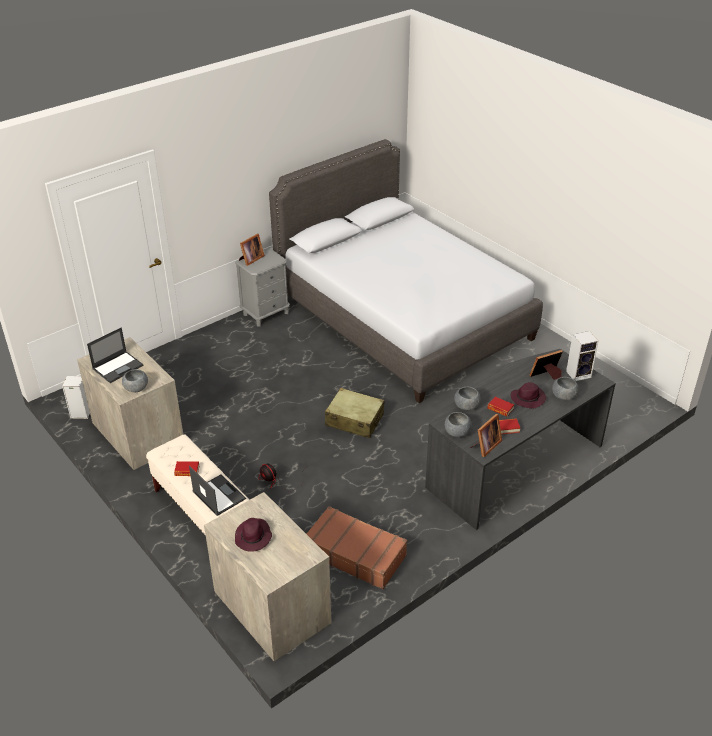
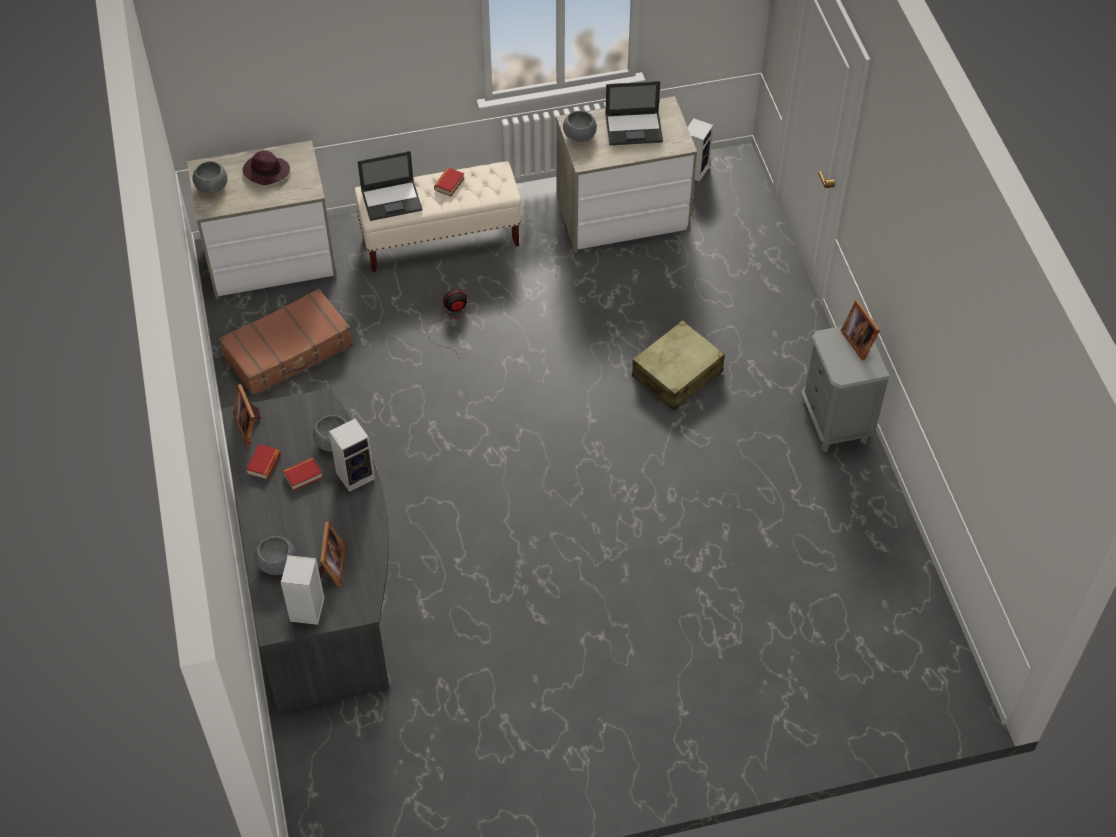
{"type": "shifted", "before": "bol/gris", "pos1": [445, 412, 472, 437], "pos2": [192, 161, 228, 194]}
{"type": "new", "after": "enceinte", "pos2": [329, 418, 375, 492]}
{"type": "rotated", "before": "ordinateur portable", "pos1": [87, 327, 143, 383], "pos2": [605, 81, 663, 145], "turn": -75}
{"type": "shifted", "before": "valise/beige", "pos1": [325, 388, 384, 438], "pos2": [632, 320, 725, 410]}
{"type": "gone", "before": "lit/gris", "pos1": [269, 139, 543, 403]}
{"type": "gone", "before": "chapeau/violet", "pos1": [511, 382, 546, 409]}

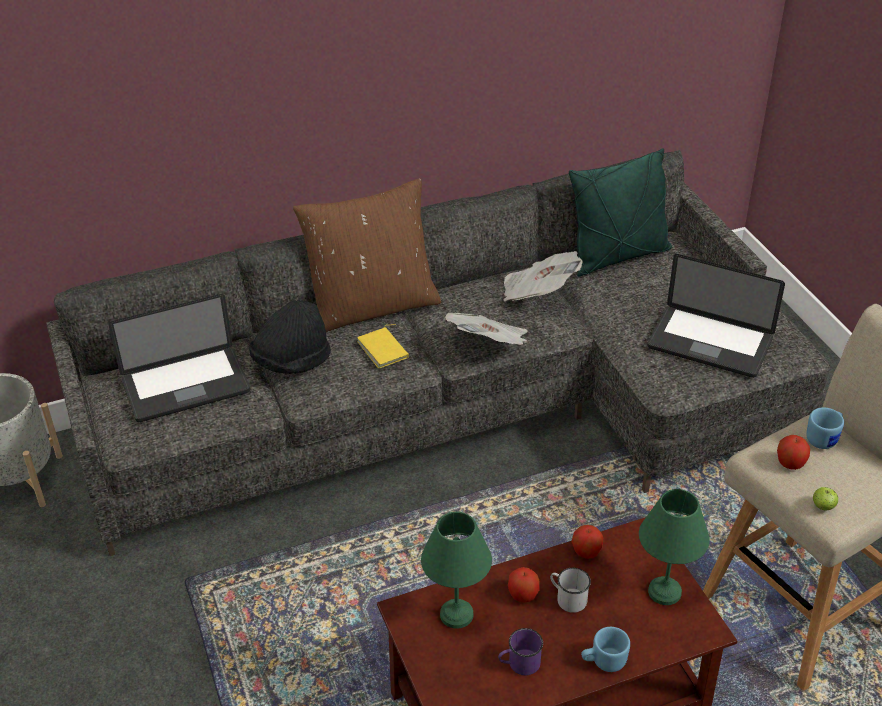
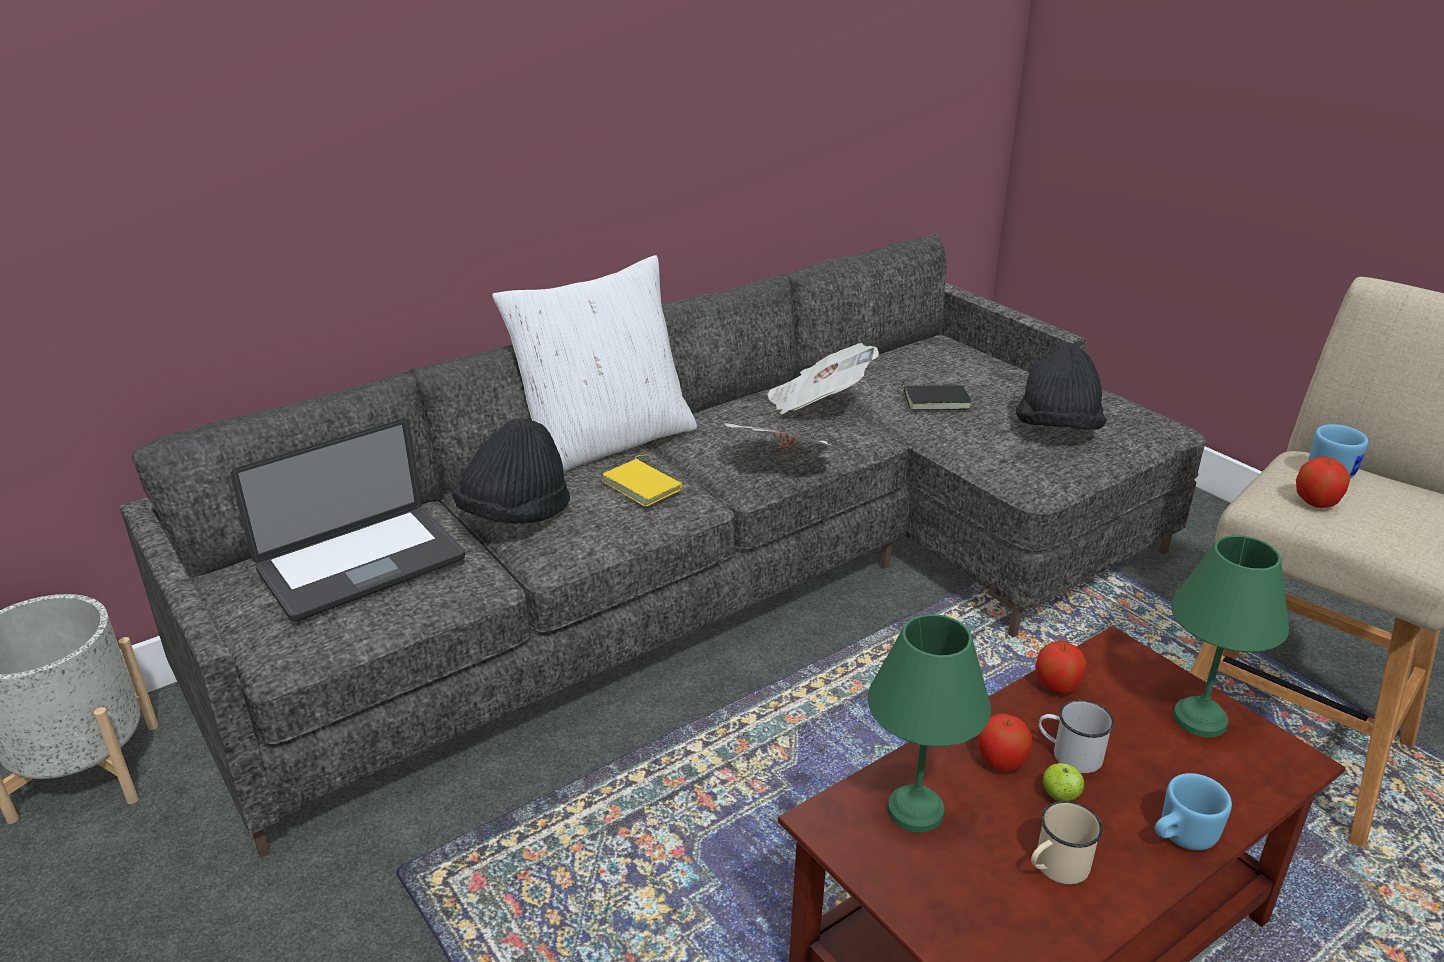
{"type": "repainted", "before": "coussin/marron", "after": "coussin/blanc", "pos1": [293, 178, 441, 332], "pos2": [492, 255, 697, 472]}
{"type": "new", "after": "livre/noir", "pos2": [902, 381, 972, 410]}
{"type": "swapped", "before": "ordinateur portable", "after": "chapeau/noir", "pos1": [647, 254, 785, 378], "pos2": [1016, 342, 1106, 430]}
{"type": "repainted", "before": "mug/violet", "after": "mug/beige", "pos1": [498, 628, 543, 675], "pos2": [1031, 801, 1103, 884]}
{"type": "shifted", "before": "pomme", "pos1": [813, 487, 838, 510], "pos2": [1043, 763, 1084, 801]}
{"type": "gone", "before": "coussin/vert", "pos1": [569, 149, 672, 276]}

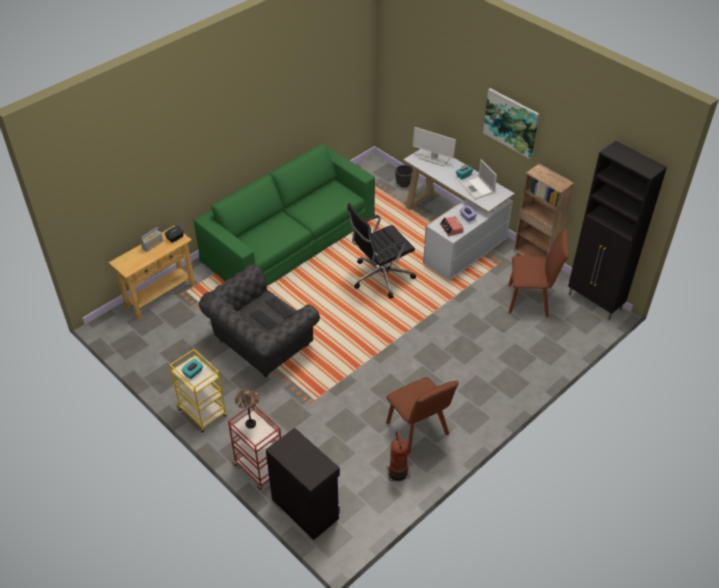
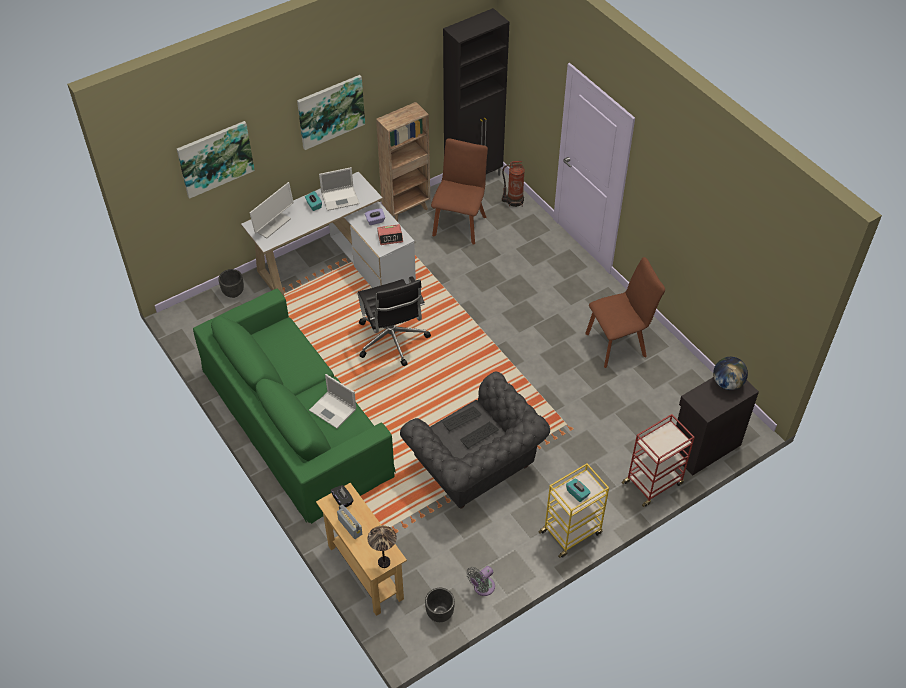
{"type": "new", "after": "tableau", "pos2": [177, 121, 255, 199]}
{"type": "new", "after": "ordinateur portable", "pos2": [309, 374, 356, 429]}
{"type": "shifted", "before": "lampe de table", "pos1": [235, 389, 260, 429], "pos2": [367, 526, 397, 568]}
{"type": "new", "after": "cache-pot/noir", "pos2": [425, 588, 455, 622]}
{"type": "new", "after": "ventilateur/gris", "pos2": [466, 566, 495, 596]}
{"type": "shifted", "before": "extincteur", "pos1": [387, 431, 410, 481], "pos2": [502, 161, 525, 207]}
{"type": "new", "after": "globe", "pos2": [713, 357, 748, 390]}

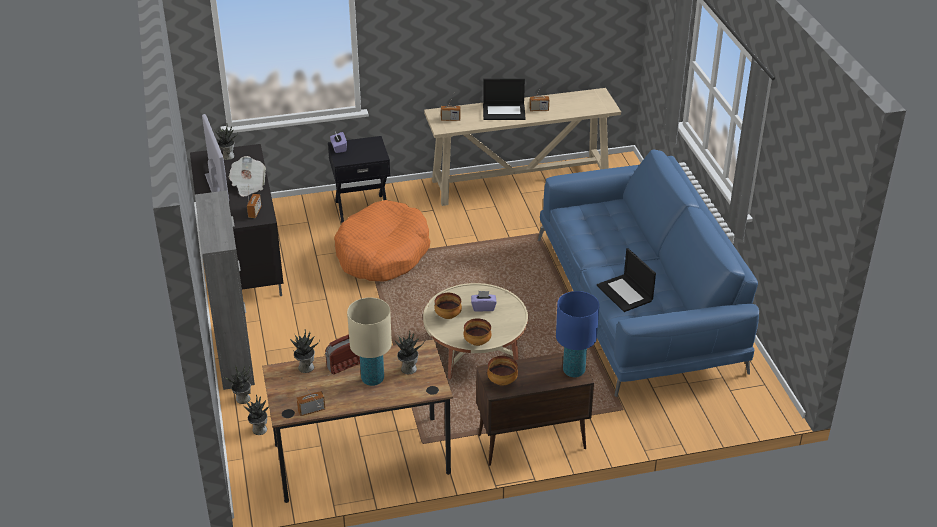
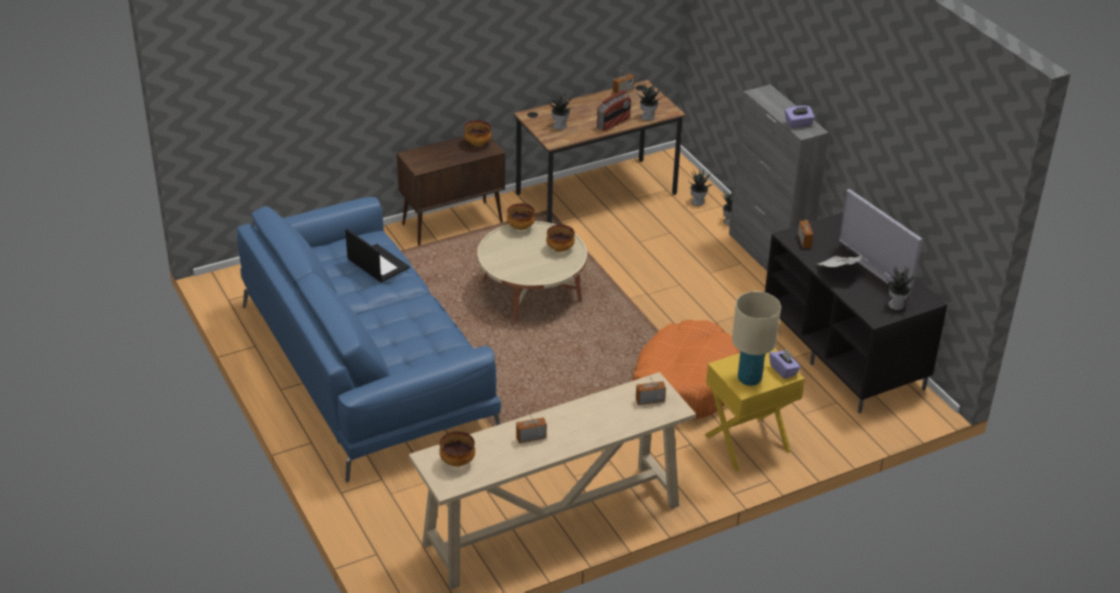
{"type": "new", "after": "bol", "pos2": [439, 431, 475, 467]}
{"type": "repainted", "before": "table de chevet/noir", "after": "table de chevet/jaune", "pos1": [328, 136, 390, 224], "pos2": [704, 348, 805, 472]}
{"type": "shifted", "before": "lampe de table/beige", "pos1": [347, 297, 392, 386], "pos2": [732, 291, 781, 386]}
{"type": "shifted", "before": "boîte à mouchoirs/violet", "pos1": [471, 291, 497, 312], "pos2": [785, 106, 815, 128]}
{"type": "gone", "before": "ordinateur portable", "pos1": [483, 78, 526, 120]}
{"type": "gone", "before": "lampe de table/bleu", "pos1": [556, 291, 600, 377]}

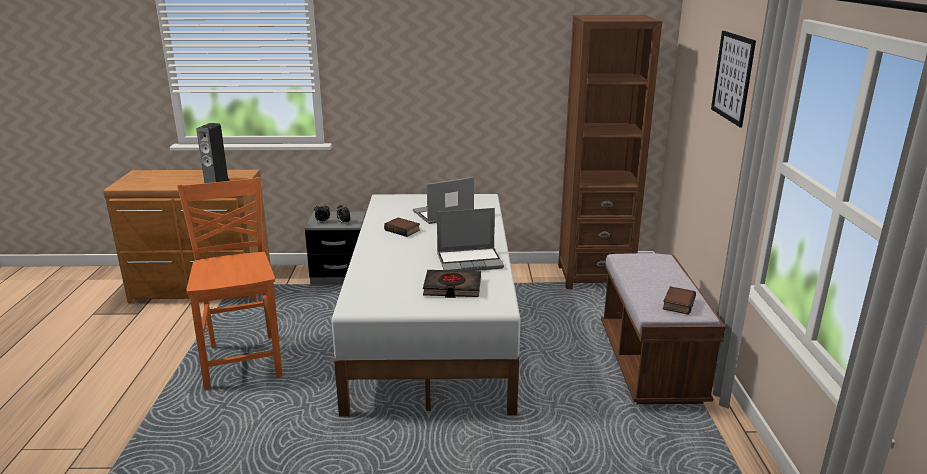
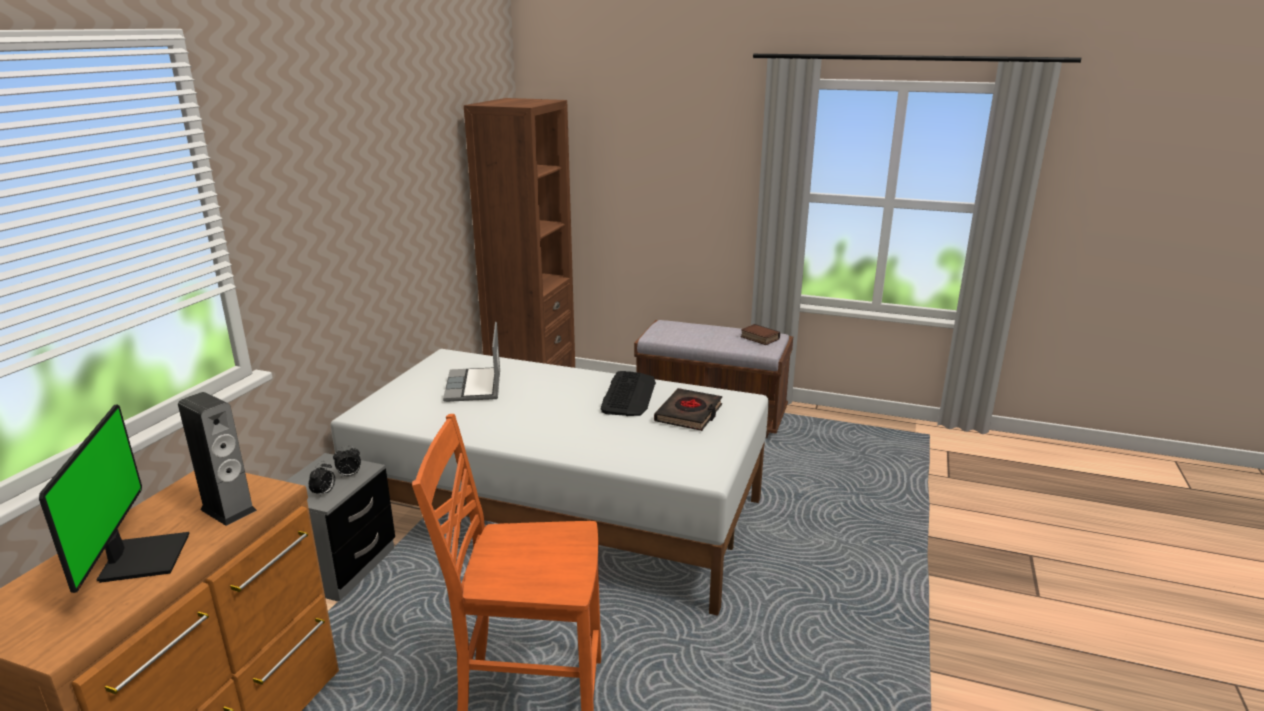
{"type": "new", "after": "écran d'ordinateur", "pos2": [39, 404, 189, 593]}
{"type": "swapped", "before": "ordinateur portable", "after": "clavier", "pos1": [437, 208, 504, 271], "pos2": [601, 371, 656, 416]}
{"type": "gone", "before": "livre", "pos1": [384, 217, 420, 237]}
{"type": "gone", "before": "tableau", "pos1": [711, 31, 756, 127]}

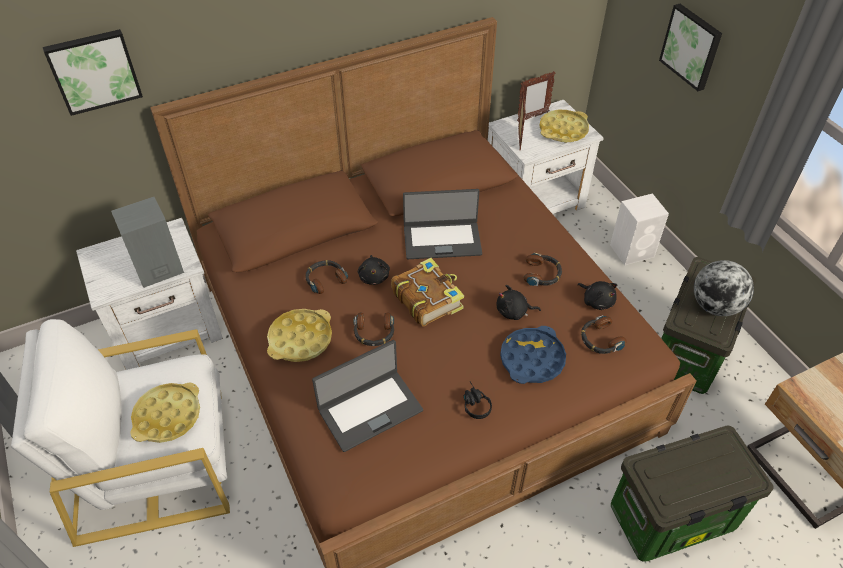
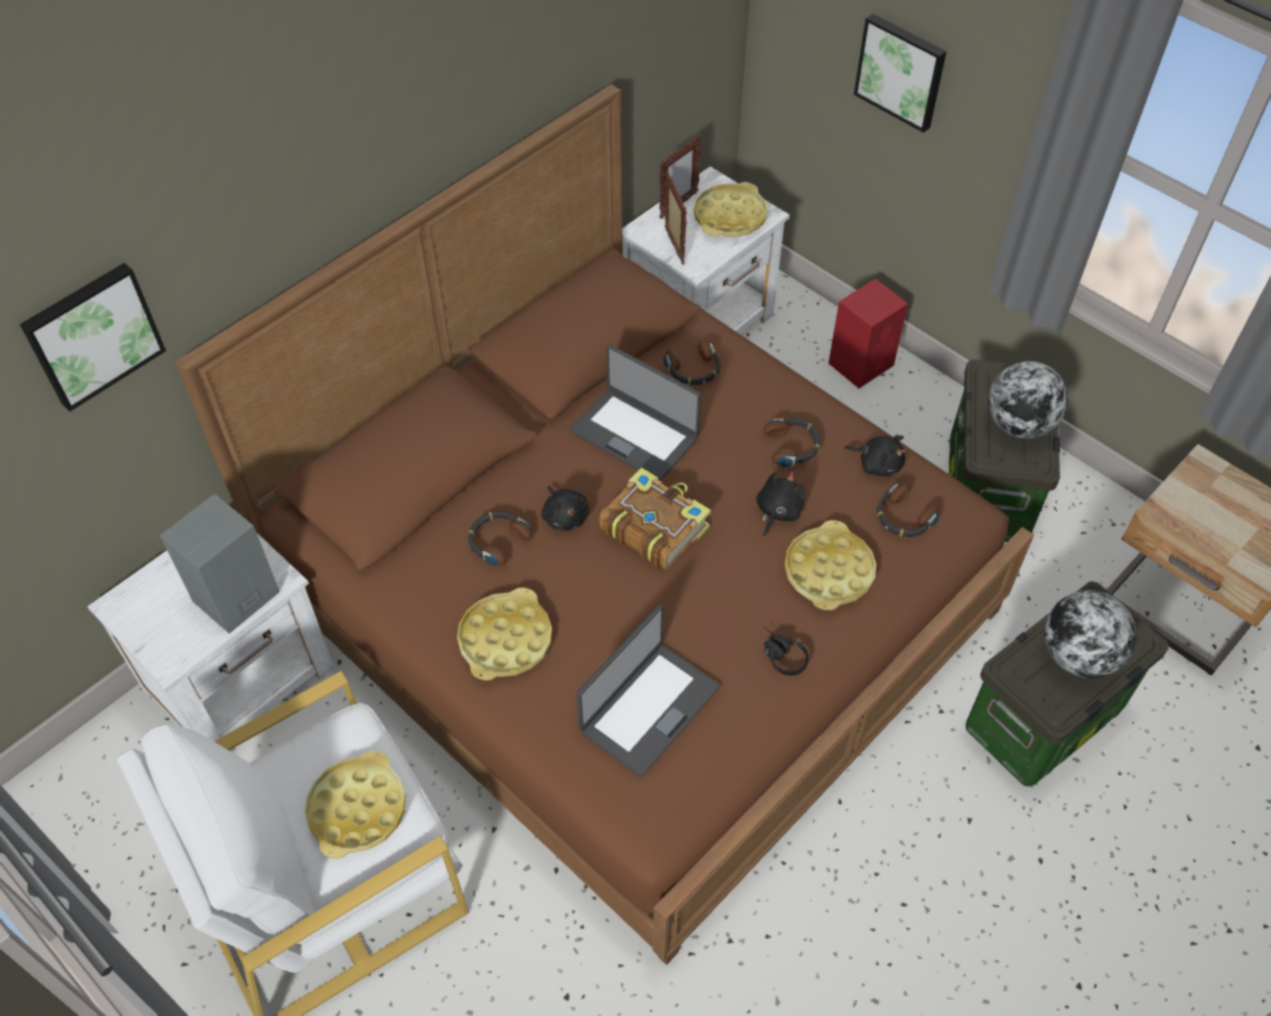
{"type": "rotated", "before": "ordinateur portable", "pos1": [403, 189, 482, 259], "pos2": [570, 344, 701, 481], "turn": 60}
{"type": "shifted", "before": "casque audio", "pos1": [354, 312, 394, 346], "pos2": [663, 341, 721, 385]}
{"type": "rotated", "before": "peluche/noir", "pos1": [496, 285, 541, 320], "pos2": [756, 471, 805, 537], "turn": 135}
{"type": "repainted", "before": "plateau/bleu", "after": "plateau/jaune", "pos1": [500, 326, 566, 384], "pos2": [784, 520, 876, 610]}
{"type": "repainted", "before": "enceinte/blanc", "after": "enceinte/rouge", "pos1": [610, 193, 669, 265], "pos2": [828, 278, 908, 389]}
{"type": "new", "after": "globe", "pos2": [1044, 590, 1137, 678]}

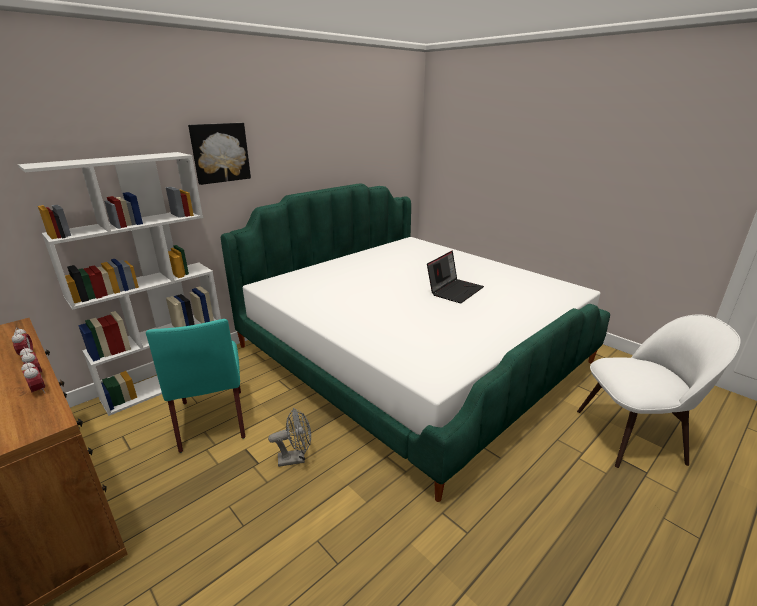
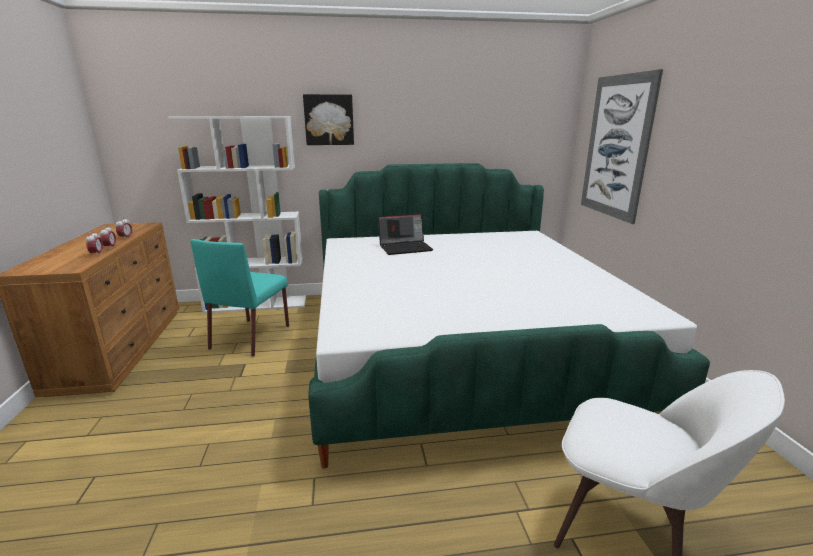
{"type": "shifted", "before": "ordinateur portable", "pos1": [427, 251, 484, 303], "pos2": [378, 213, 433, 255]}
{"type": "new", "after": "tableau", "pos2": [581, 69, 663, 224]}
{"type": "gone", "before": "ventilateur/gris", "pos1": [268, 408, 311, 467]}

